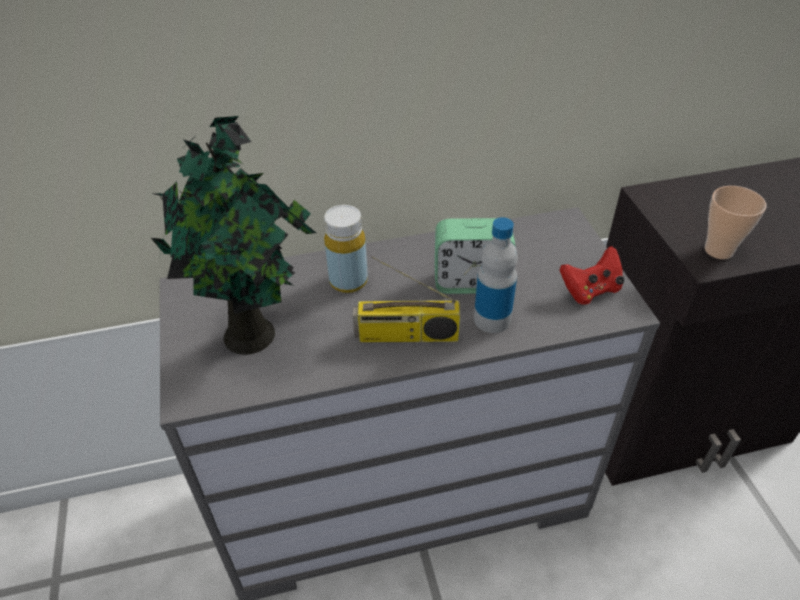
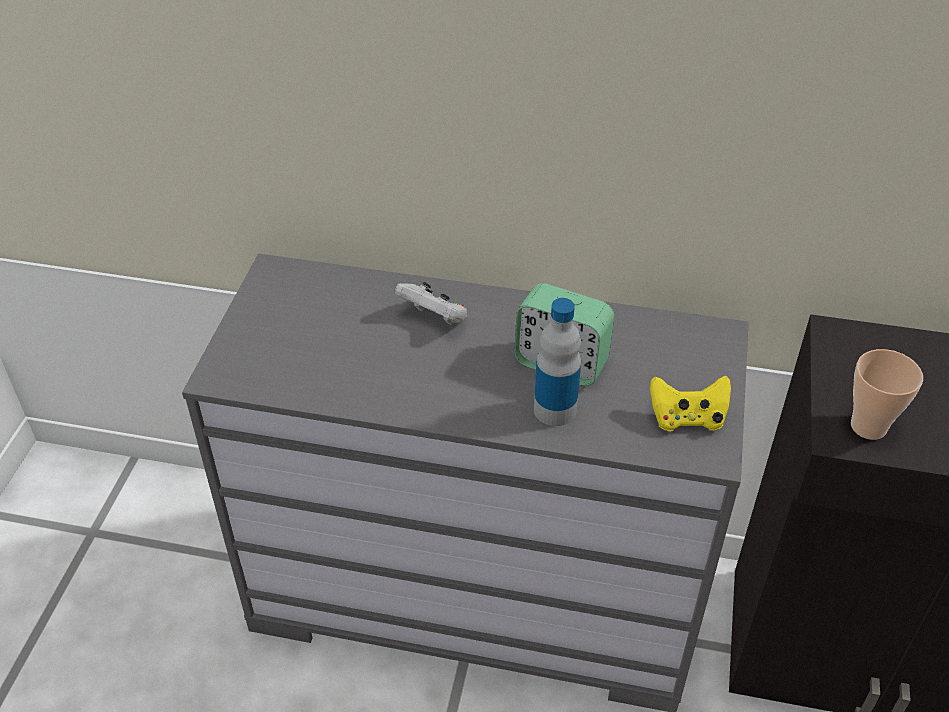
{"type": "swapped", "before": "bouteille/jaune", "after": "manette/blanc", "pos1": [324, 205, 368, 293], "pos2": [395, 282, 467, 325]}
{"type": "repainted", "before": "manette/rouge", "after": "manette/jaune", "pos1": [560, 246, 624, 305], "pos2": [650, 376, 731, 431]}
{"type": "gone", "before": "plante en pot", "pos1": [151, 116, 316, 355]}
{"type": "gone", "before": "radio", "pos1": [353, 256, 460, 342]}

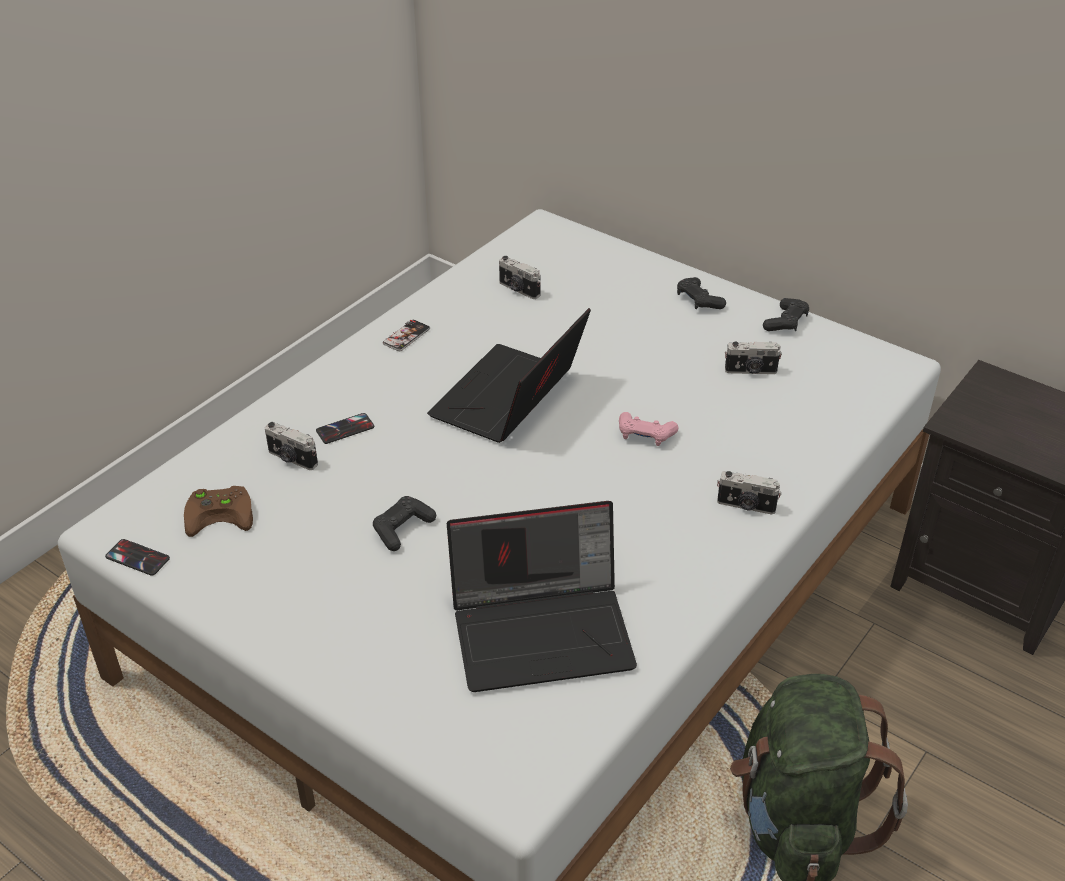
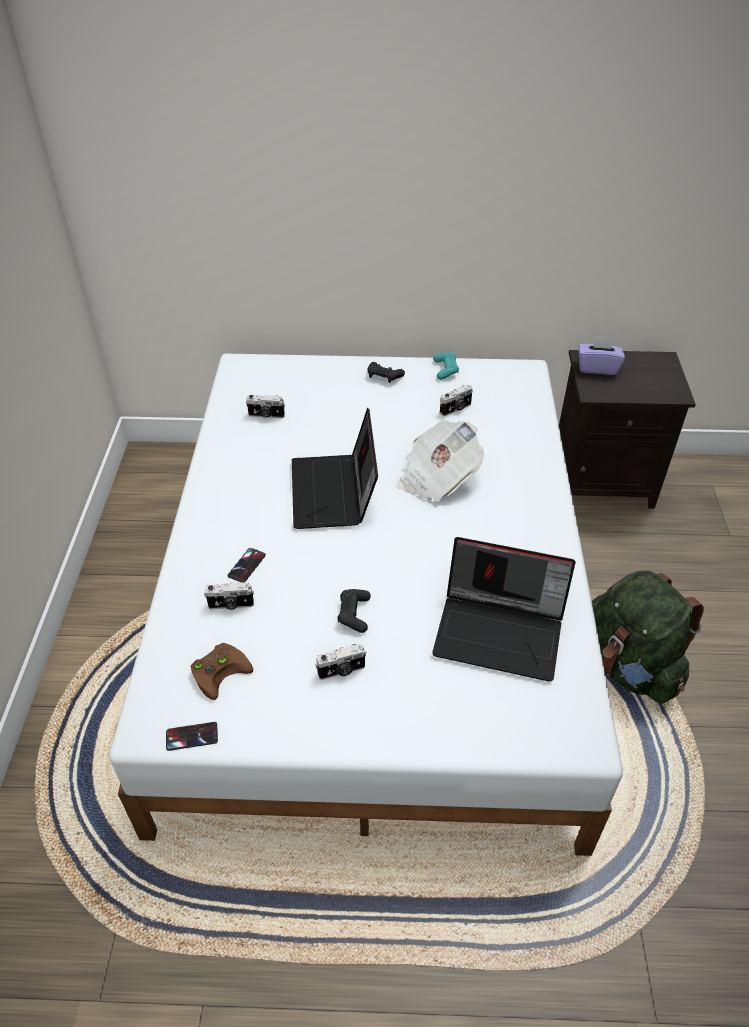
{"type": "shifted", "before": "appareil photo", "pos1": [717, 471, 782, 515], "pos2": [315, 644, 367, 680]}
{"type": "swapped", "before": "manette/rose", "after": "journal", "pos1": [619, 412, 678, 446], "pos2": [397, 420, 484, 502]}
{"type": "rotated", "before": "ordinateur portable", "pos1": [447, 501, 637, 692], "pos2": [432, 537, 576, 682], "turn": 60}
{"type": "repainted", "before": "manette/noir", "after": "manette/turquoise", "pos1": [763, 298, 809, 331], "pos2": [433, 352, 459, 380]}
{"type": "new", "after": "boîte à mouchoirs/violet", "pos2": [579, 335, 625, 375]}
{"type": "gone", "before": "téléphone", "pos1": [383, 320, 430, 351]}

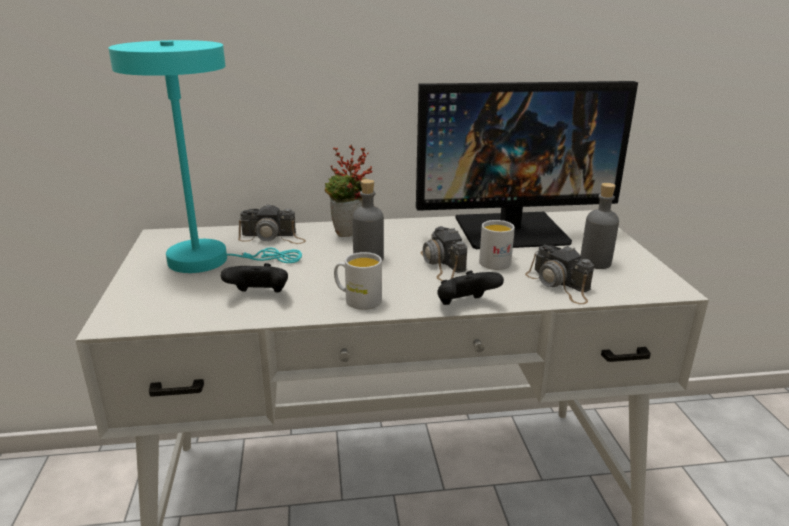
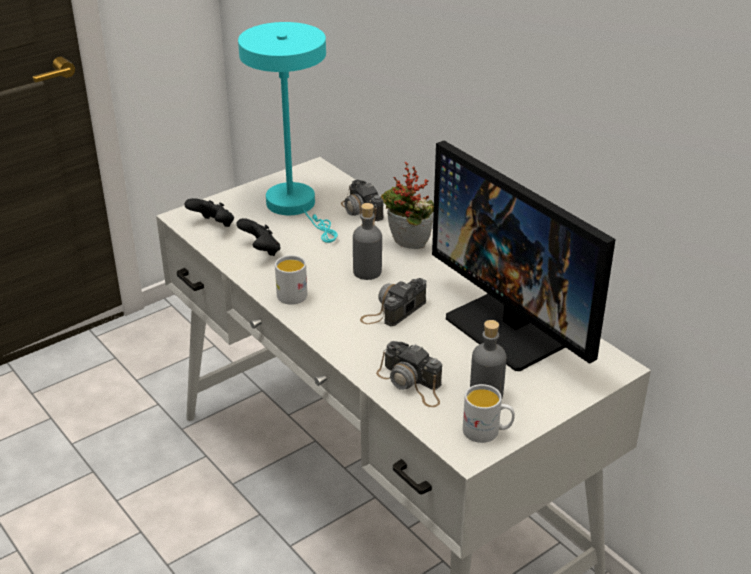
{"type": "shifted", "before": "manette/noir", "pos1": [437, 271, 504, 305], "pos2": [184, 198, 234, 227]}
{"type": "rotated", "before": "appareil photo", "pos1": [525, 245, 594, 304], "pos2": [376, 341, 442, 407], "turn": -75}
{"type": "shifted", "before": "mug/blanc", "pos1": [479, 220, 515, 270], "pos2": [463, 384, 515, 443]}

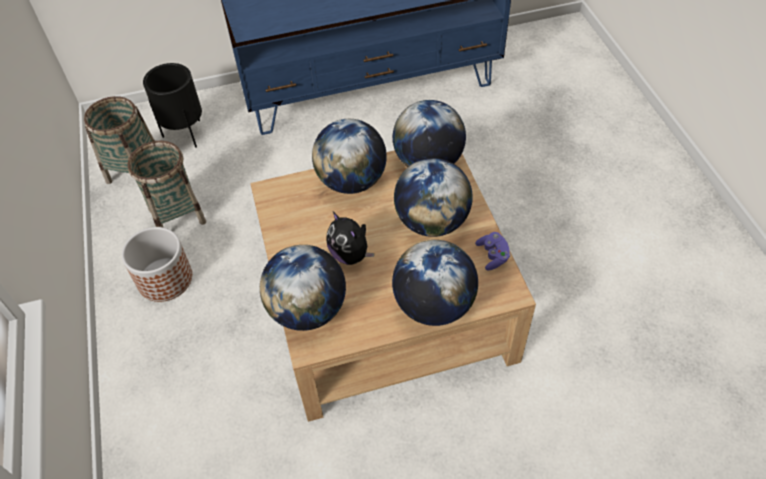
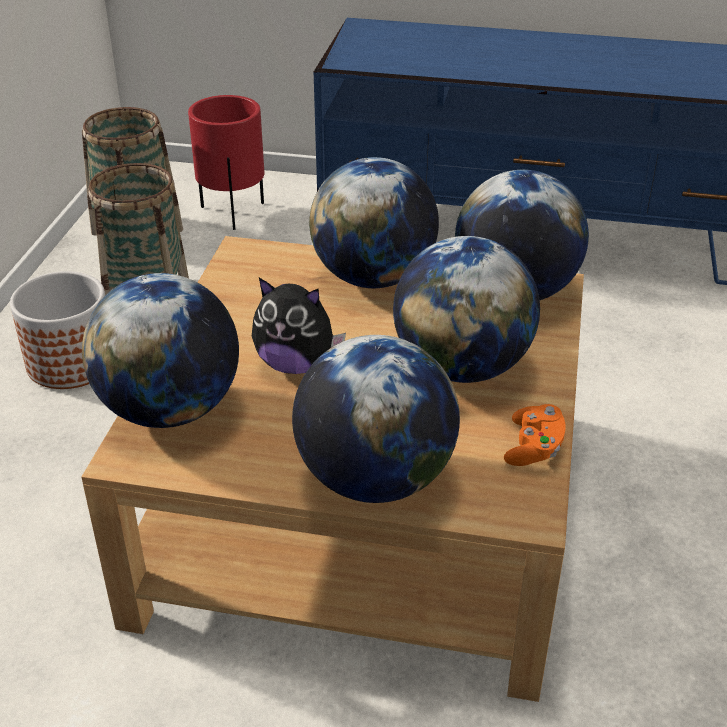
{"type": "repainted", "before": "cache-pot/noir", "after": "cache-pot/rouge", "pos1": [143, 63, 202, 148], "pos2": [188, 95, 264, 230]}
{"type": "rotated", "before": "peluche", "pos1": [326, 212, 374, 265], "pos2": [252, 278, 346, 374], "turn": -60}
{"type": "repainted", "before": "manette/violet", "after": "manette/orange", "pos1": [475, 232, 510, 270], "pos2": [504, 404, 566, 466]}

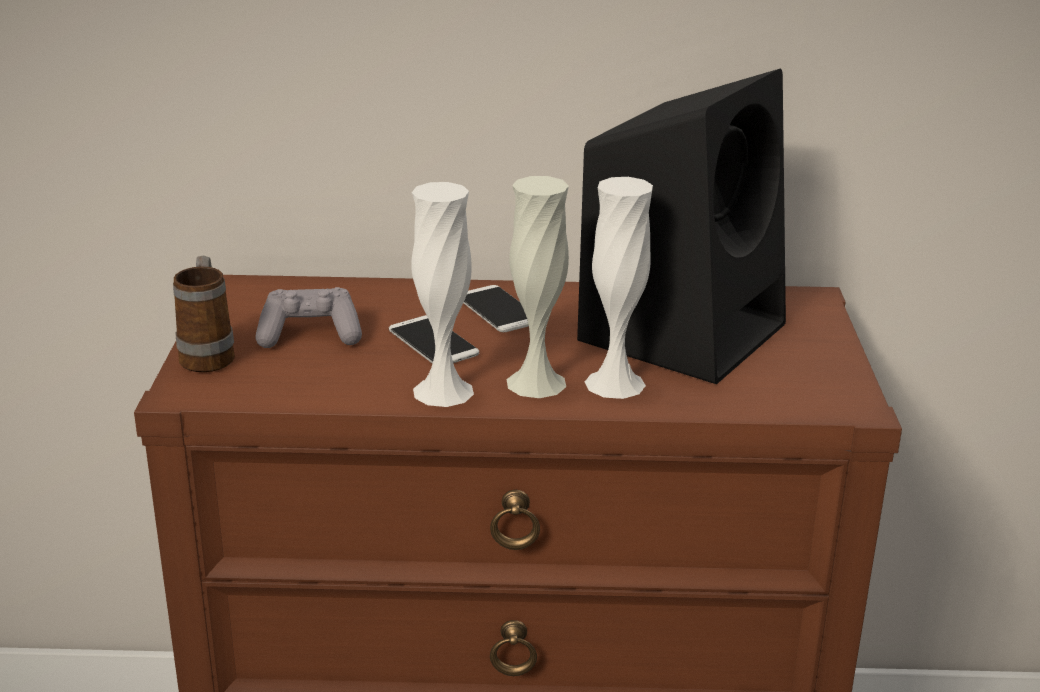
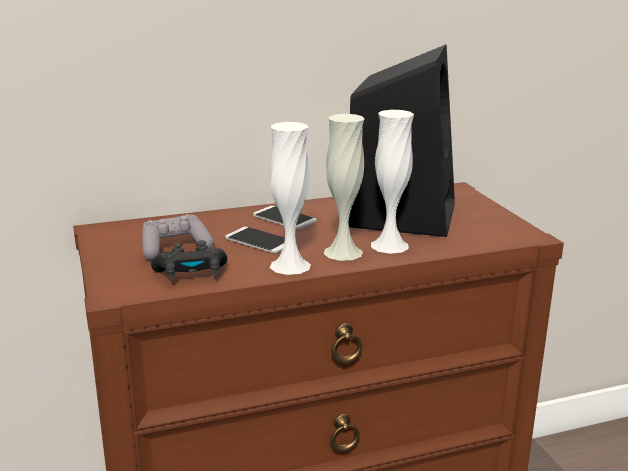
{"type": "new", "after": "manette/noir", "pos2": [151, 240, 227, 280]}
{"type": "gone", "before": "mug", "pos1": [173, 255, 235, 372]}

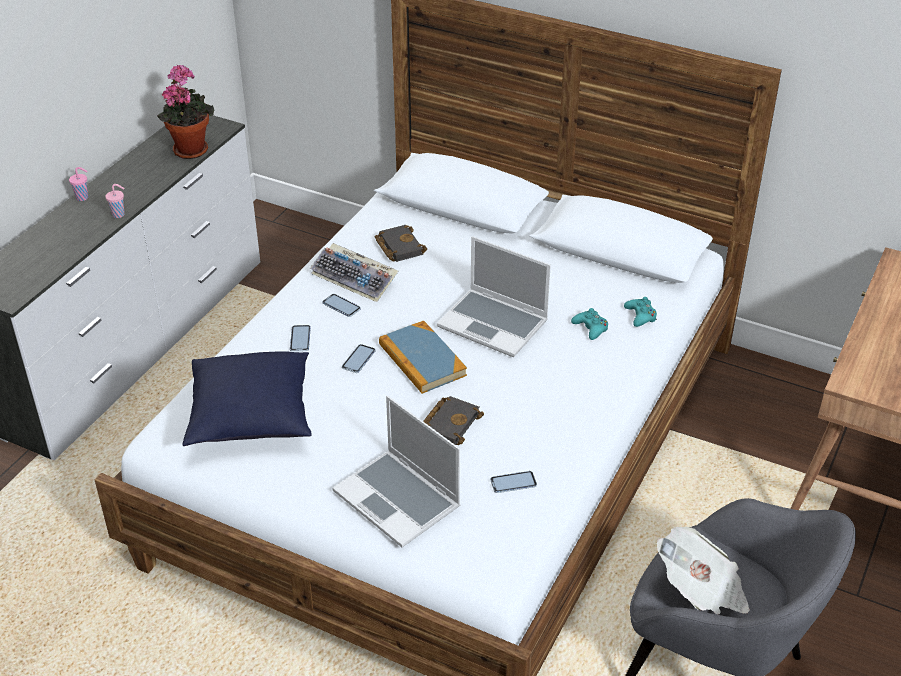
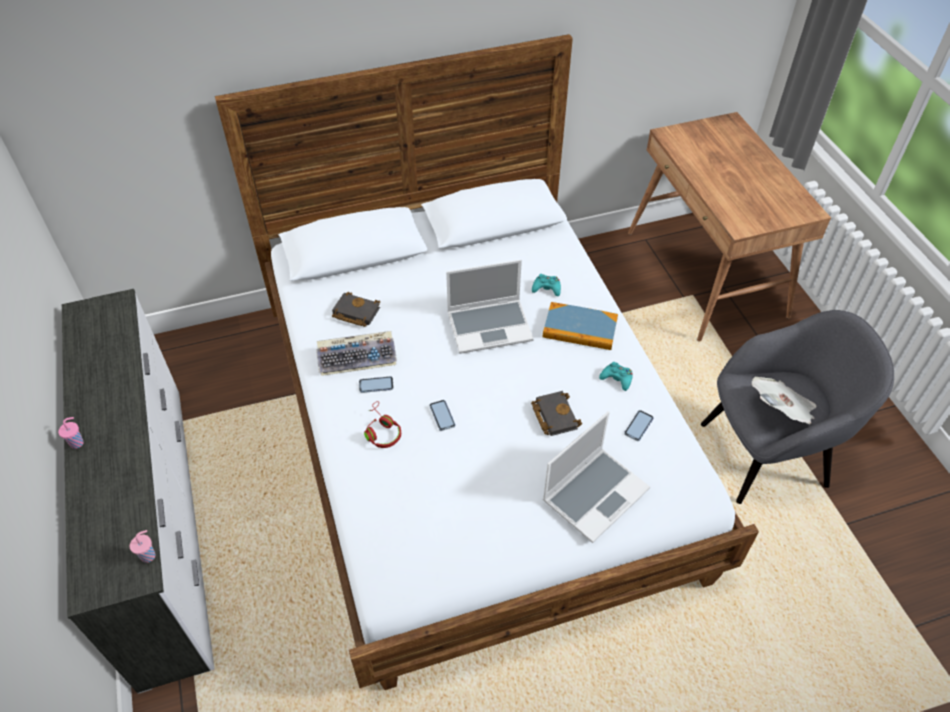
{"type": "shifted", "before": "tasse/rose", "pos1": [105, 184, 125, 218], "pos2": [130, 530, 155, 563]}
{"type": "swapped", "before": "téléphone", "after": "casque audio/rouge", "pos1": [290, 325, 311, 352], "pos2": [364, 401, 401, 448]}
{"type": "shifted", "before": "livre", "pos1": [379, 321, 467, 394], "pos2": [543, 302, 618, 350]}
{"type": "rotated", "before": "ordinateur portable", "pos1": [332, 396, 460, 547], "pos2": [543, 411, 650, 543], "turn": -45}
{"type": "shifted", "before": "manette/turquoise", "pos1": [624, 297, 657, 327], "pos2": [599, 362, 633, 391]}
{"type": "gone", "before": "plante en pot", "pos1": [157, 65, 214, 159]}
{"type": "gone", "before": "coussin/bleu", "pos1": [182, 351, 312, 446]}

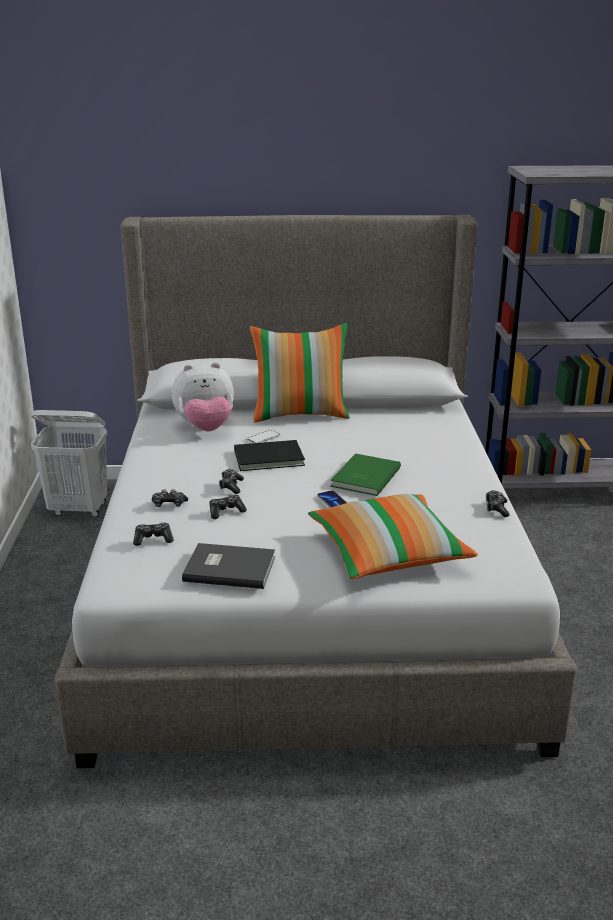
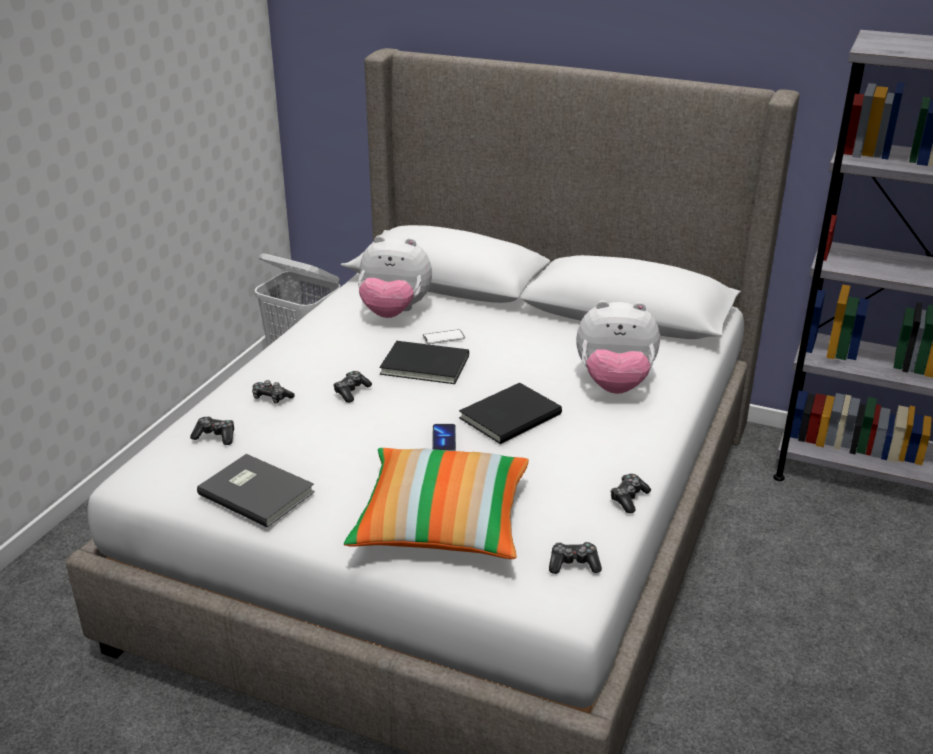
{"type": "repainted", "before": "livre/vert", "after": "livre/noir", "pos1": [330, 453, 401, 496], "pos2": [459, 383, 562, 444]}
{"type": "shifted", "before": "manette", "pos1": [209, 495, 247, 519], "pos2": [549, 542, 602, 574]}
{"type": "new", "after": "peluche", "pos2": [576, 300, 660, 394]}
{"type": "gone", "before": "coussin", "pos1": [250, 323, 350, 423]}

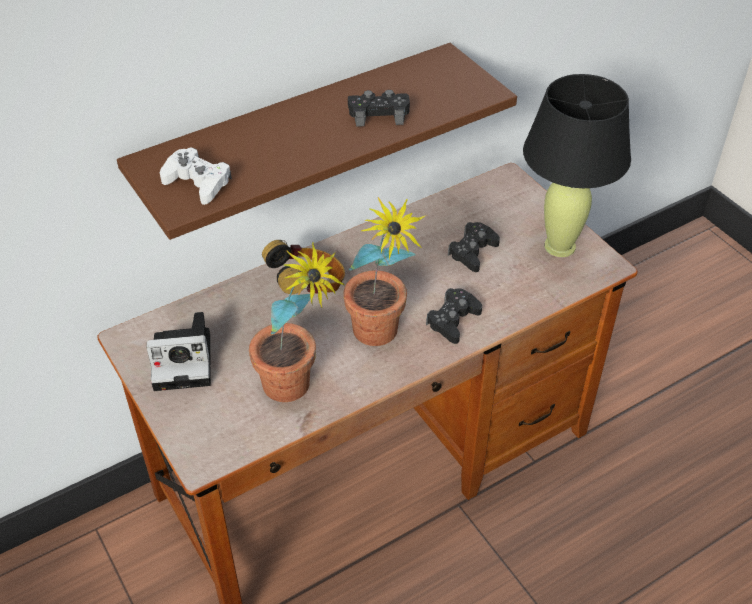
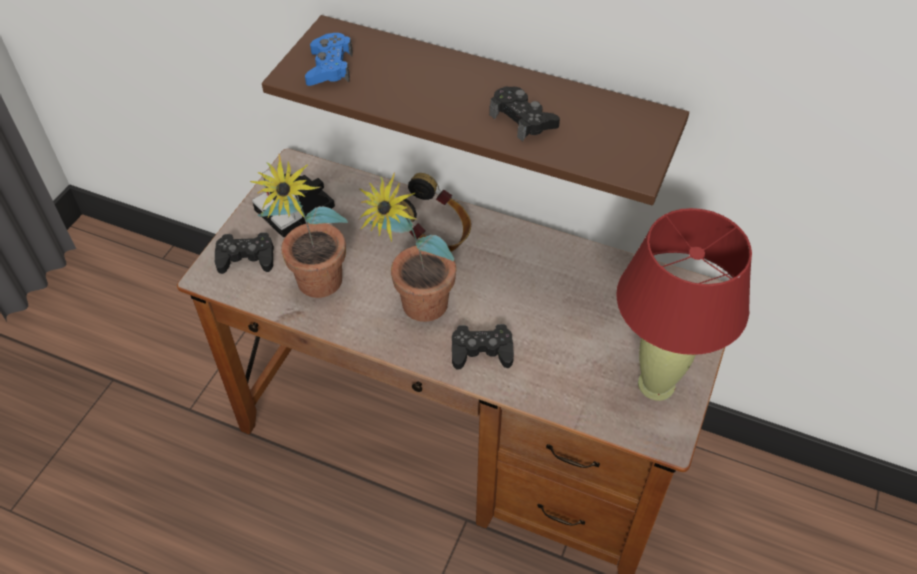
{"type": "shifted", "before": "manette/noir", "pos1": [448, 222, 500, 272], "pos2": [215, 232, 274, 274]}
{"type": "repainted", "before": "manette/blanc", "after": "manette/bleu", "pos1": [160, 147, 232, 205], "pos2": [305, 33, 353, 86]}
{"type": "repainted", "before": "lampe de table/noir", "after": "lampe de table/rouge", "pos1": [523, 74, 631, 257], "pos2": [616, 208, 752, 401]}

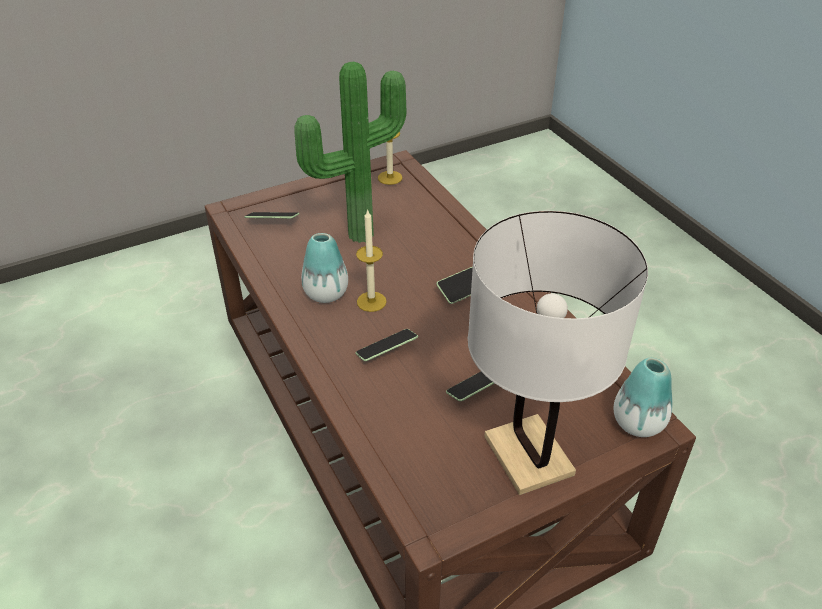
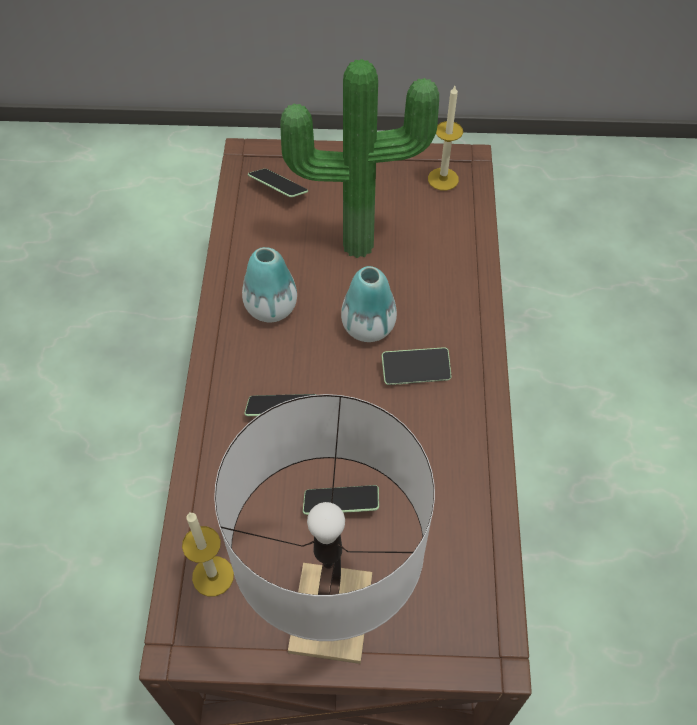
{"type": "shifted", "before": "bougie", "pos1": [356, 209, 387, 312], "pos2": [182, 512, 234, 596]}
{"type": "shifted", "before": "vase", "pos1": [614, 358, 673, 437], "pos2": [341, 266, 397, 342]}

